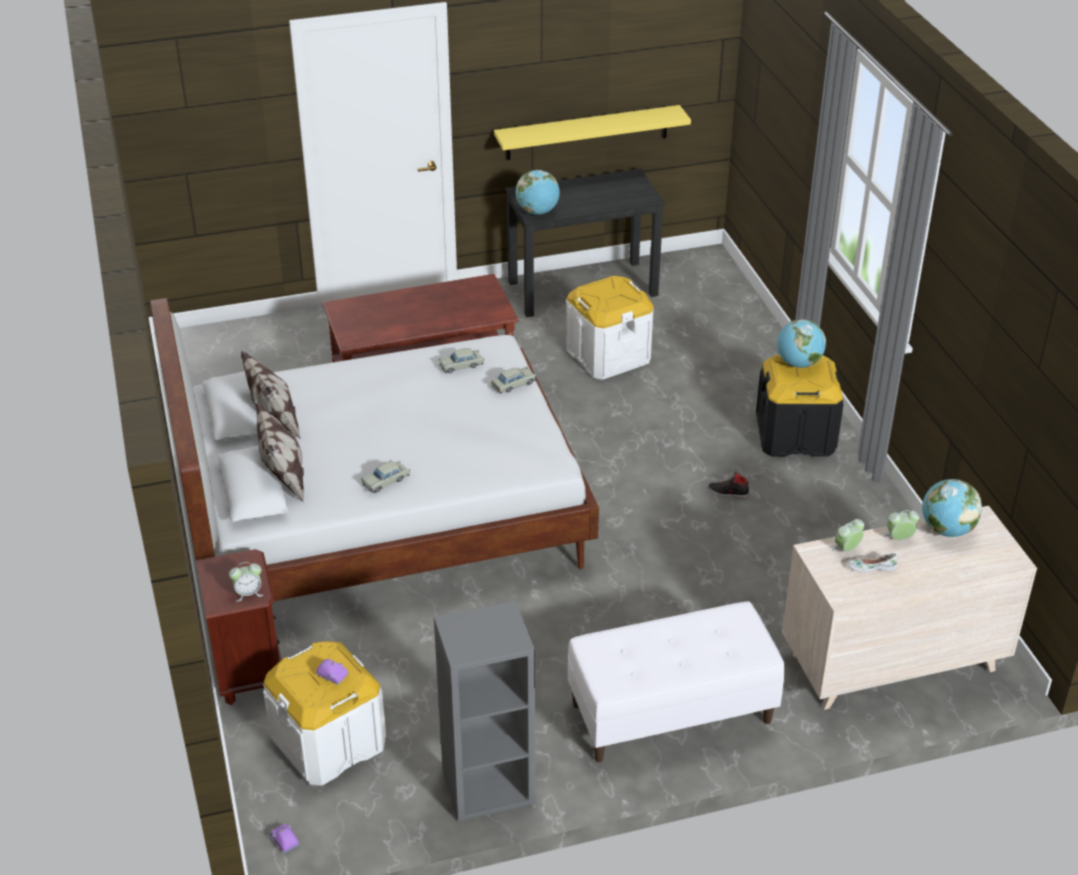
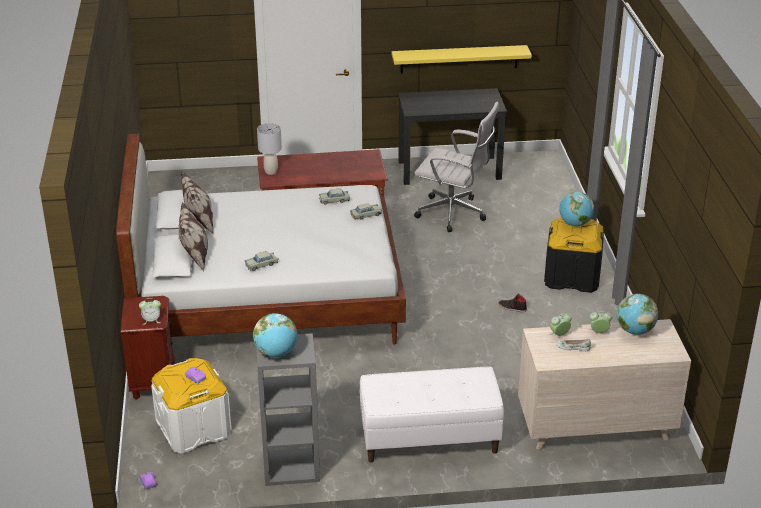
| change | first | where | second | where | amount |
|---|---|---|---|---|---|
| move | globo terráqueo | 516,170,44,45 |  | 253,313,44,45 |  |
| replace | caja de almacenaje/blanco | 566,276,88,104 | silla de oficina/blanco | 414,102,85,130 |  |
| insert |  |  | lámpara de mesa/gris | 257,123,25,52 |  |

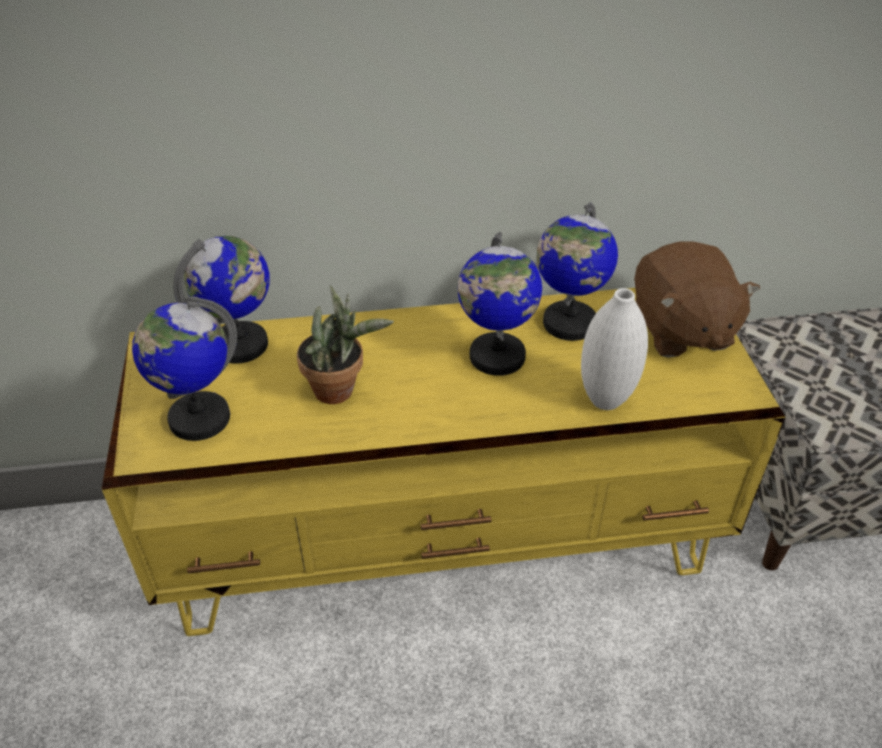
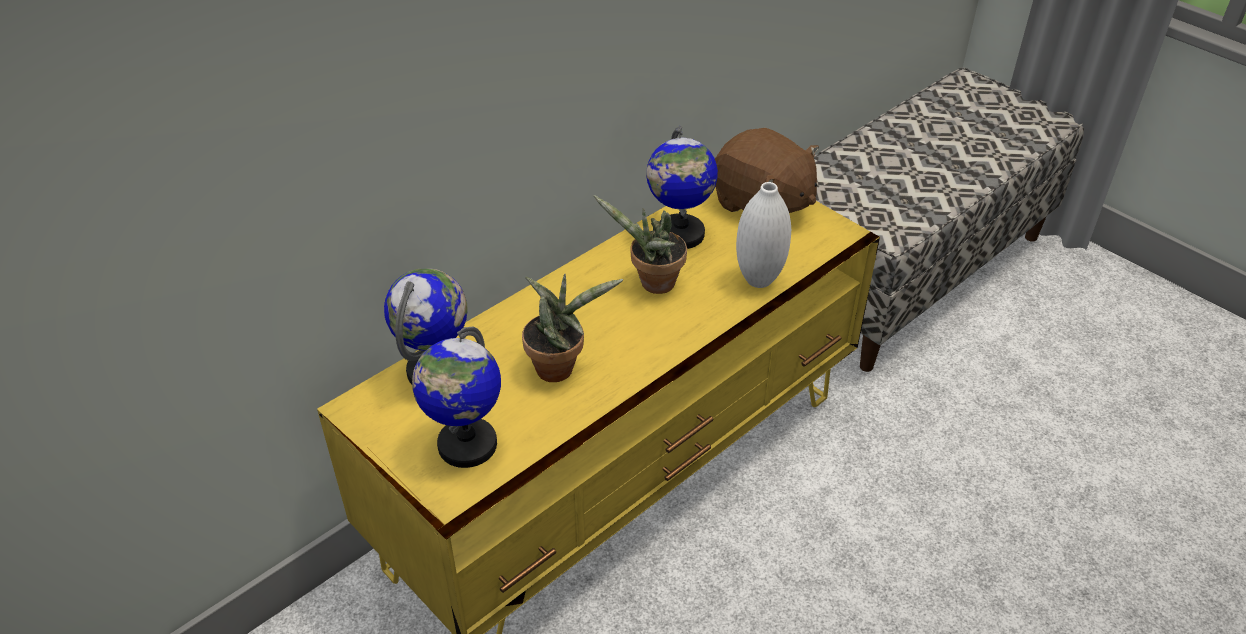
| change | first | where | second | where | amount |
|---|---|---|---|---|---|
| replace | globo terráqueo | 458,232,84,144 | planta en maceta | 593,195,94,99 |  |

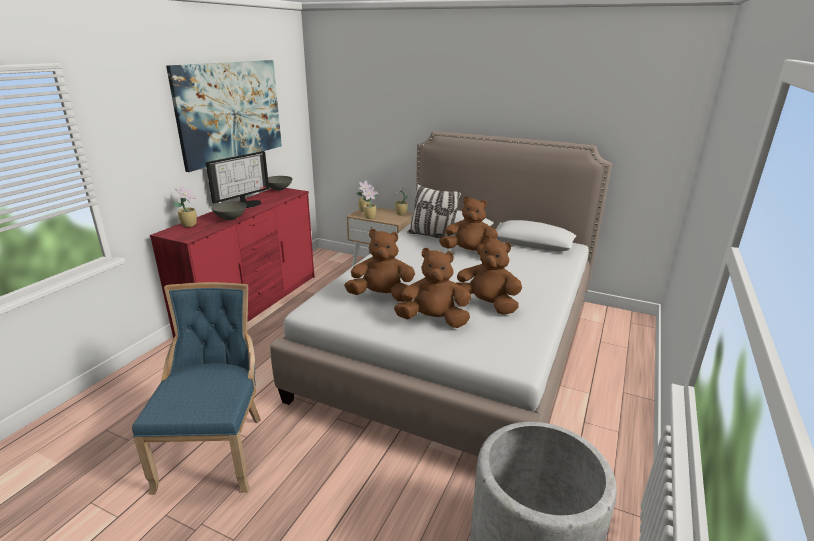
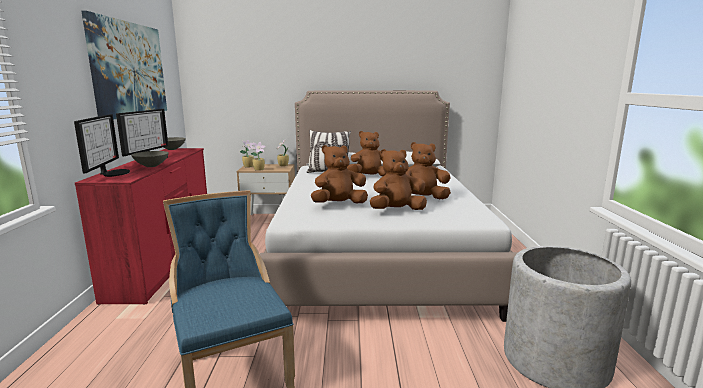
| change | first | where | second | where | amount |
|---|---|---|---|---|---|
| replace | planta en maceta | 173,185,24,42 | monitor | 74,114,56,63 |  |

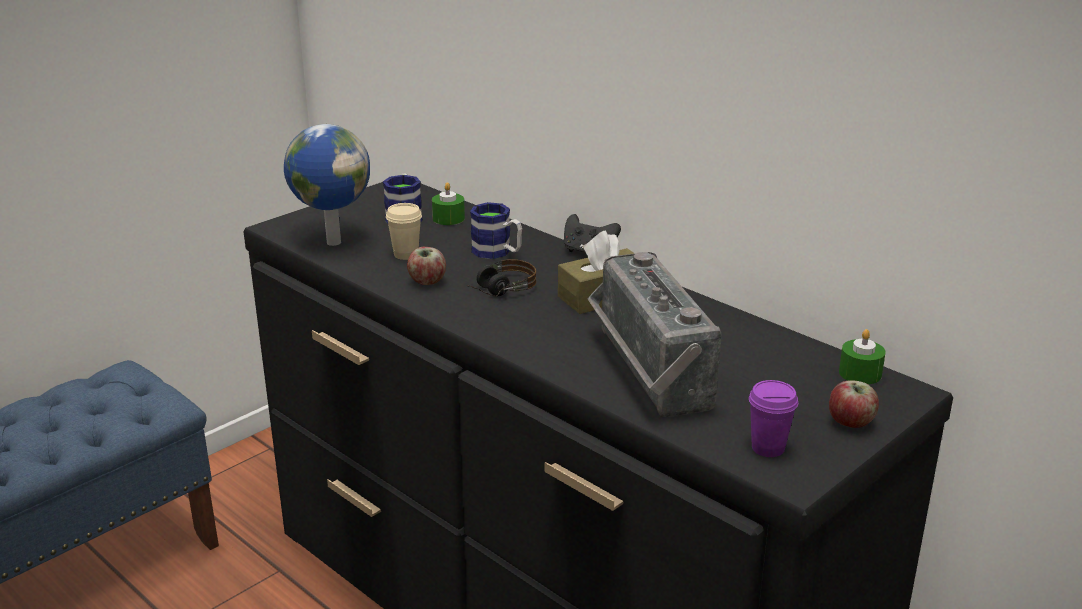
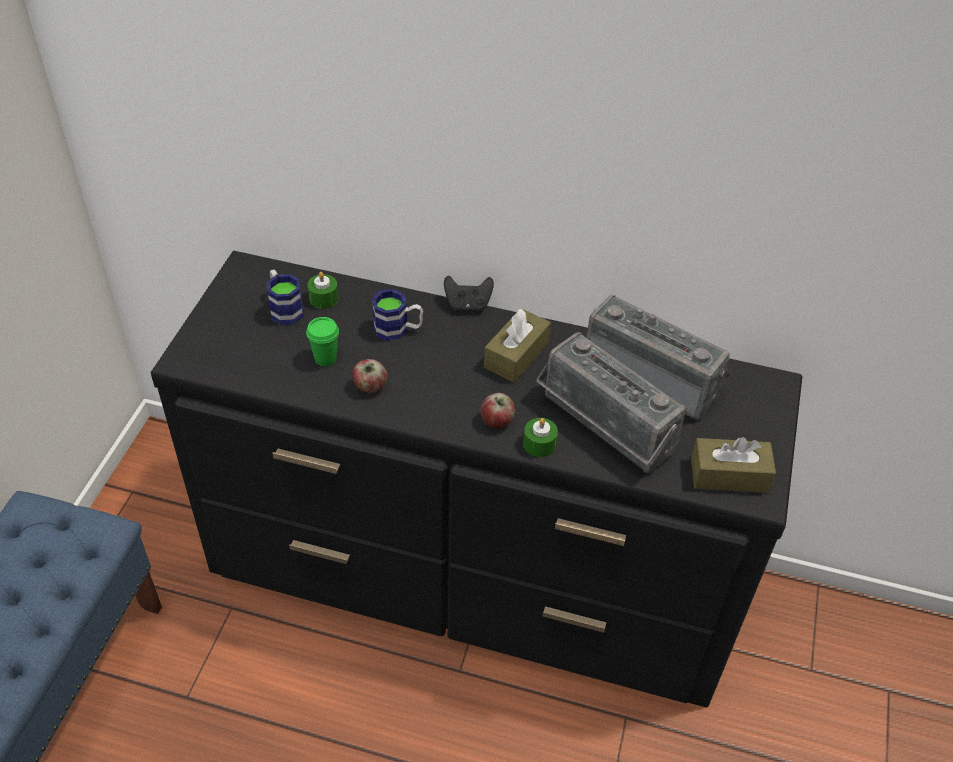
| change | first | where | second | where | amount |
|---|---|---|---|---|---|
| delete | globo terráqueo | 284,124,86,122 |  |  |  |
| recolor | taza/beis | 386,203,36,57 | taza/verde | 306,317,33,49 |  |
| delete | auriculares | 466,259,70,38 |  |  |  |
| move | vela/verde | 839,329,47,55 |  | 523,418,35,39 |  |
| replace | taza/morado | 749,380,49,77 | caja de pañuelos/marrón | 691,437,85,56 |  |
| move | manzana | 829,380,50,48 |  | 481,393,34,35 |  |
| insert |  |  | radio | 586,295,146,125 |  |

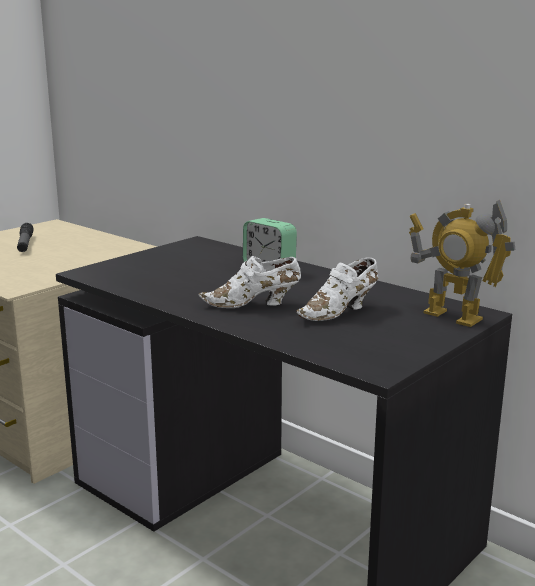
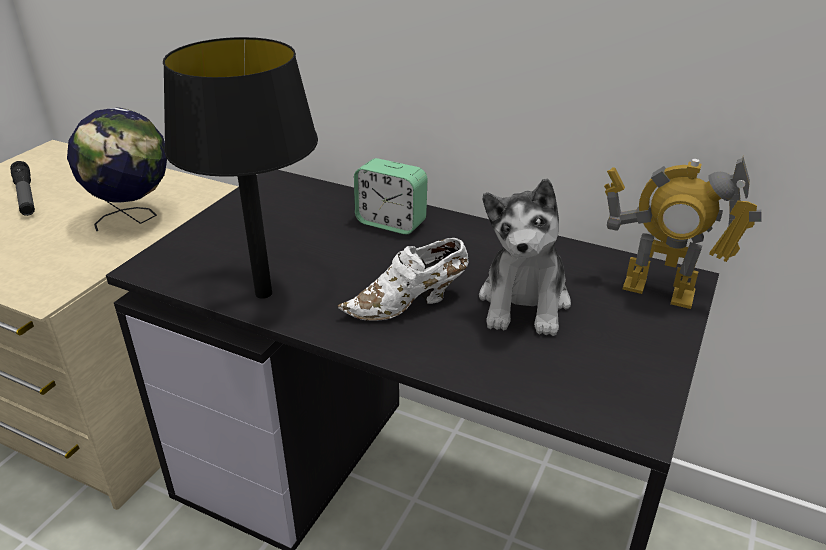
| change | first | where | second | where | amount |
|---|---|---|---|---|---|
| replace | zapato/blanco | 296,257,82,64 | peluche | 479,178,92,158 |  |
| insert |  |  | lámpara de mesa/negro | 163,37,155,262 |  |
| insert |  |  | globo terráqueo | 67,107,100,125 |  |

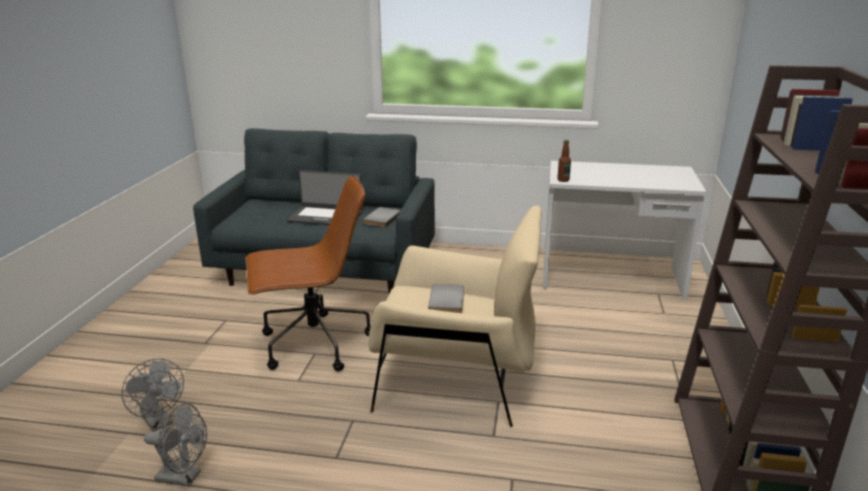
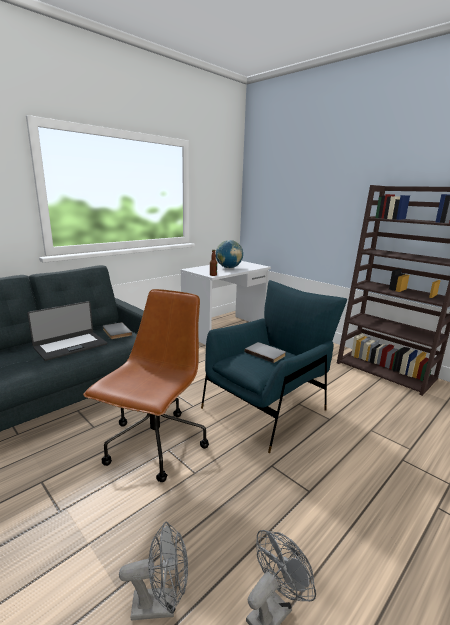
| change | first | where | second | where | amount |
|---|---|---|---|---|---|
| recolor | sillón/beis | 368,205,174,222 | sillón/azul | 201,280,146,173 |  |
| insert |  |  | globo terráqueo | 216,240,27,28 |  |

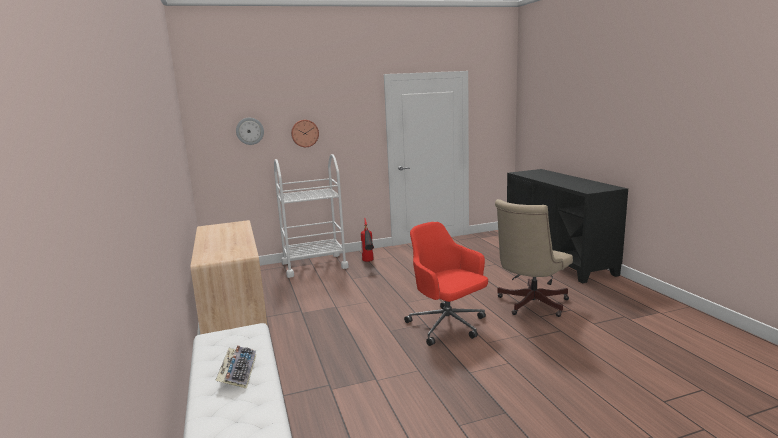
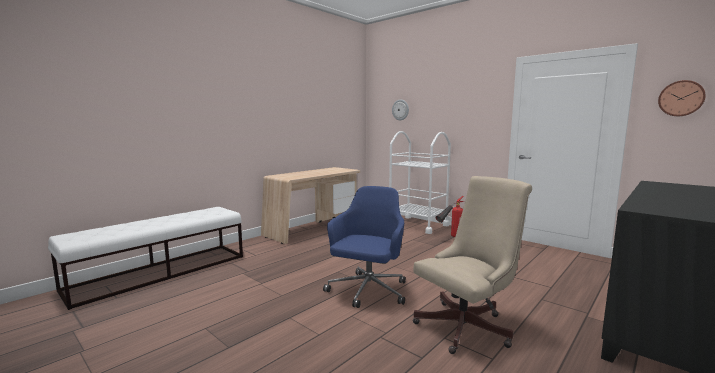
| change | first | where | second | where | amount |
|---|---|---|---|---|---|
| move | reloj de pared | 291,120,28,27 |  | 658,80,48,36 |  |
| rotate | silla de oficina/beis | 495,199,78,118 |  | 413,176,119,178 | 135 degrees clockwise |
| recolor | silla de oficina/rojo | 404,222,84,124 | silla de oficina/azul | 323,186,83,122 |  |
| delete | teclado | 215,345,41,44 |  |  |  |

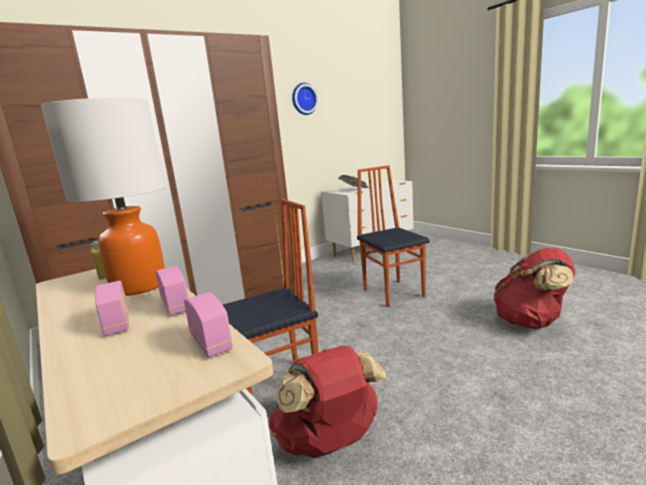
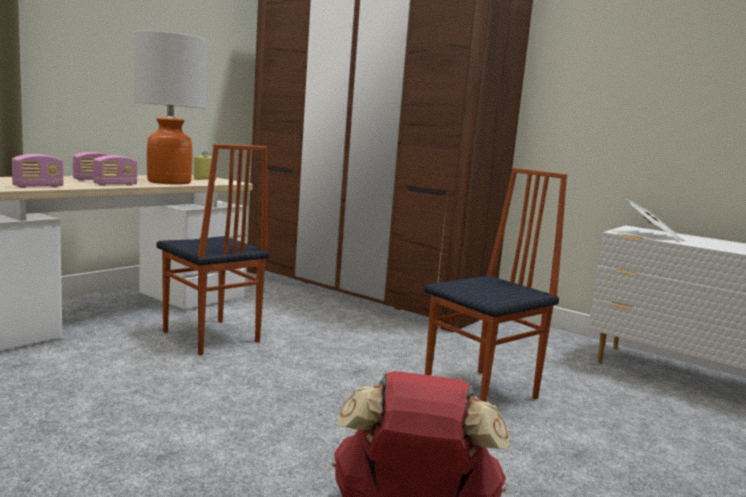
| change | first | where | second | where | amount |
|---|---|---|---|---|---|
| delete | reloj de pared | 292,83,26,32 |  |  |  |
| delete | mochila/rojo | 269,345,118,113 |  |  |  |

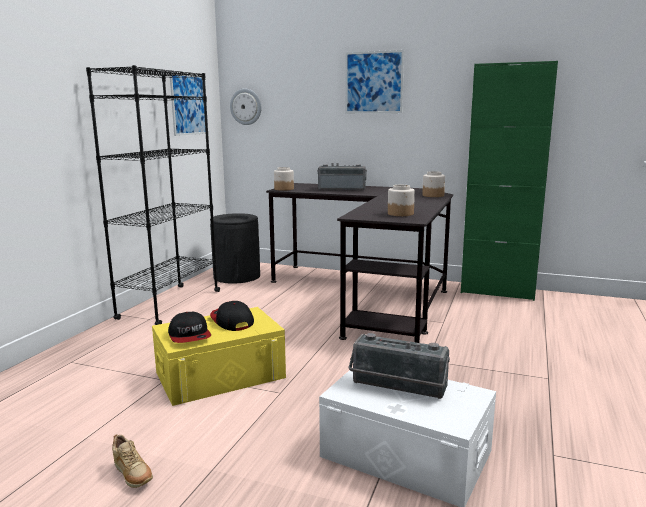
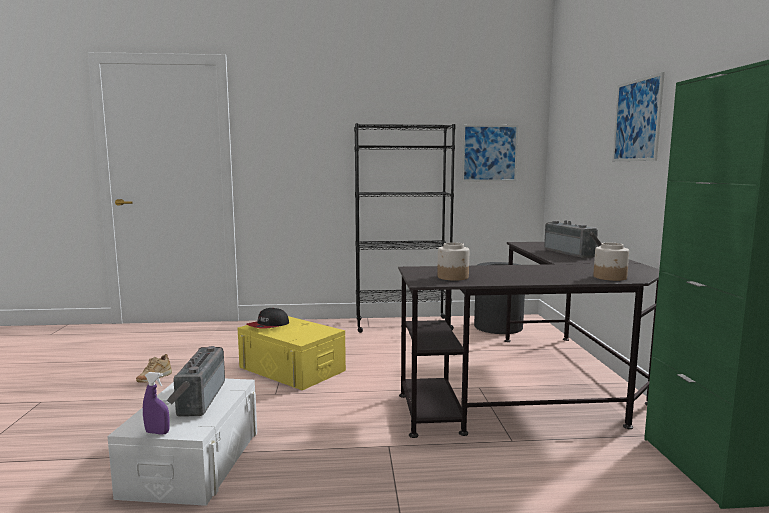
| change | first | where | second | where | amount |
|---|---|---|---|---|---|
| delete | reloj de pared | 230,88,32,37 |  |  |  |
| delete | tarro | 274,167,20,24 |  |  |  |
| delete | gorra | 210,301,44,30 |  |  |  |
| insert |  |  | pulverizador/morado | 143,372,27,63 |  |

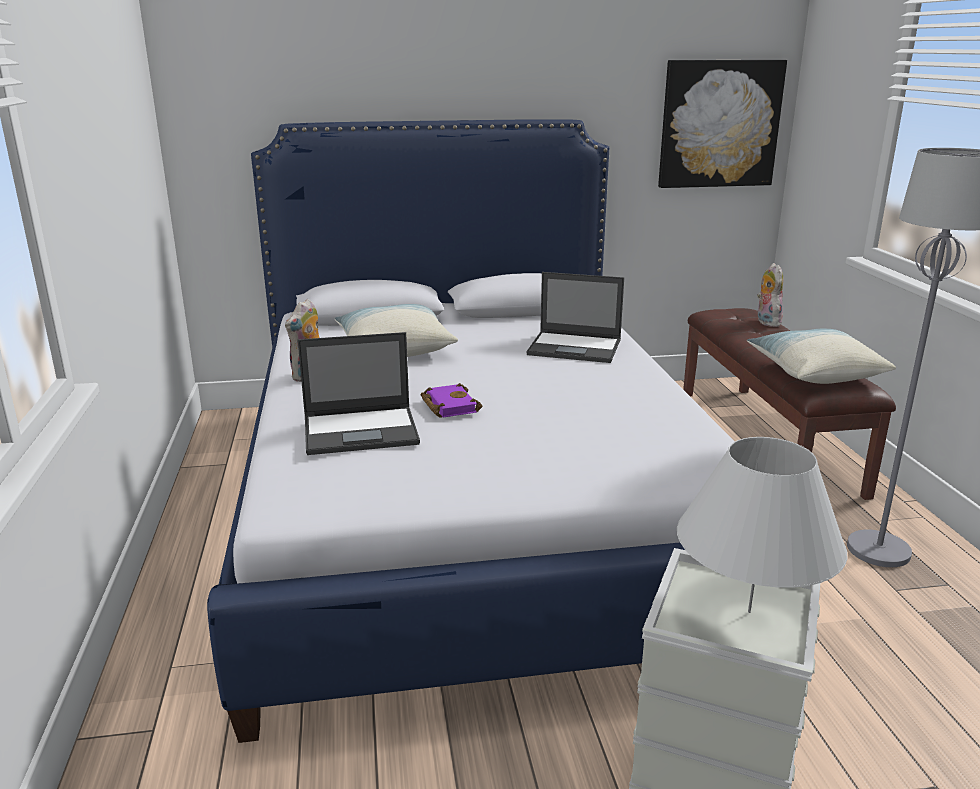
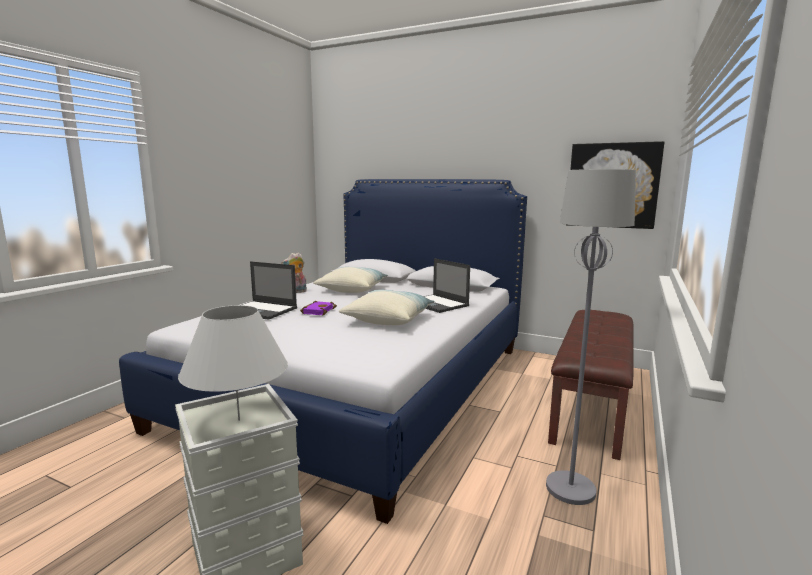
| change | first | where | second | where | amount |
|---|---|---|---|---|---|
| delete | peluche | 757,263,26,64 |  |  |  |
| move | cojín | 747,329,149,55 |  | 339,290,96,35 |  |

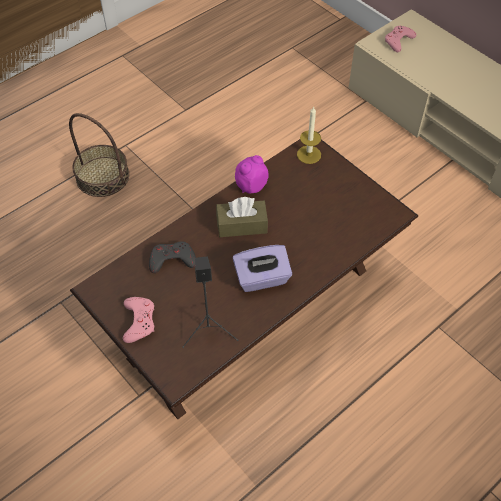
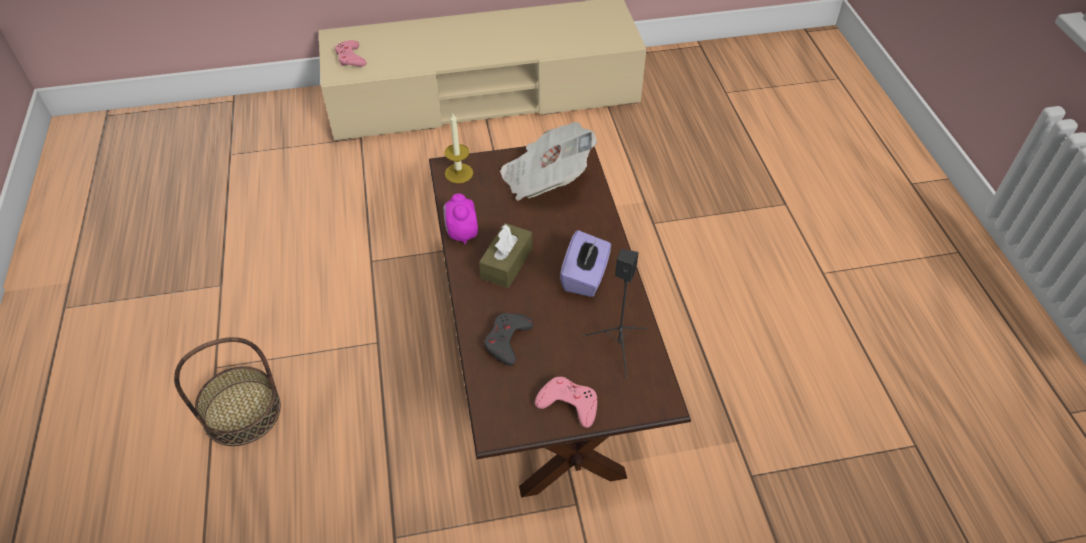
| change | first | where | second | where | amount |
|---|---|---|---|---|---|
| insert |  |  | periódico | 500,122,97,79 |  |

